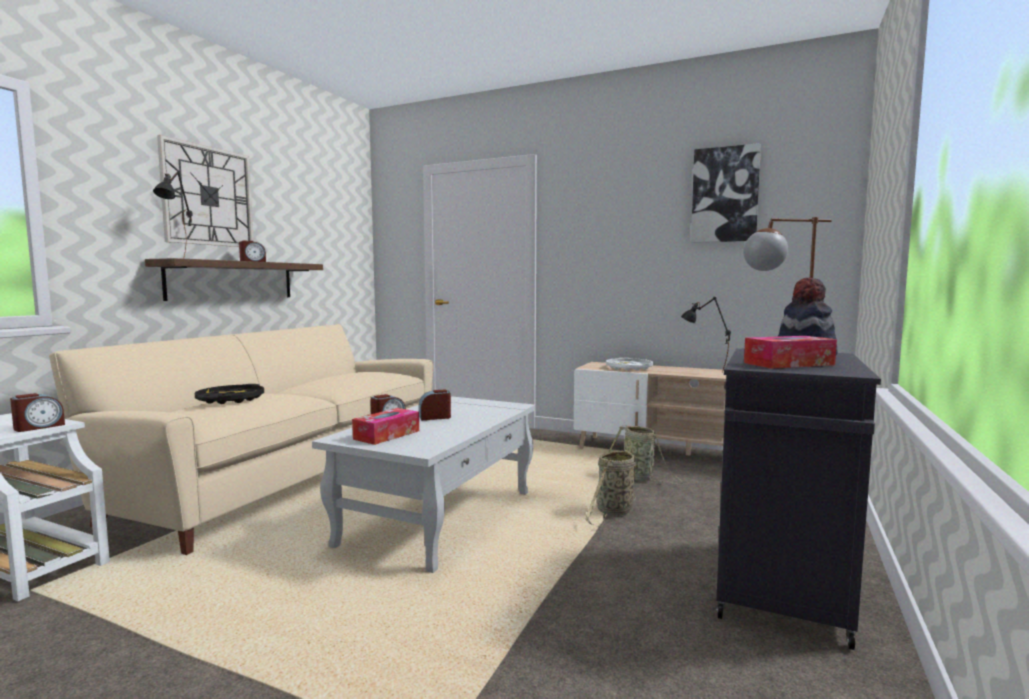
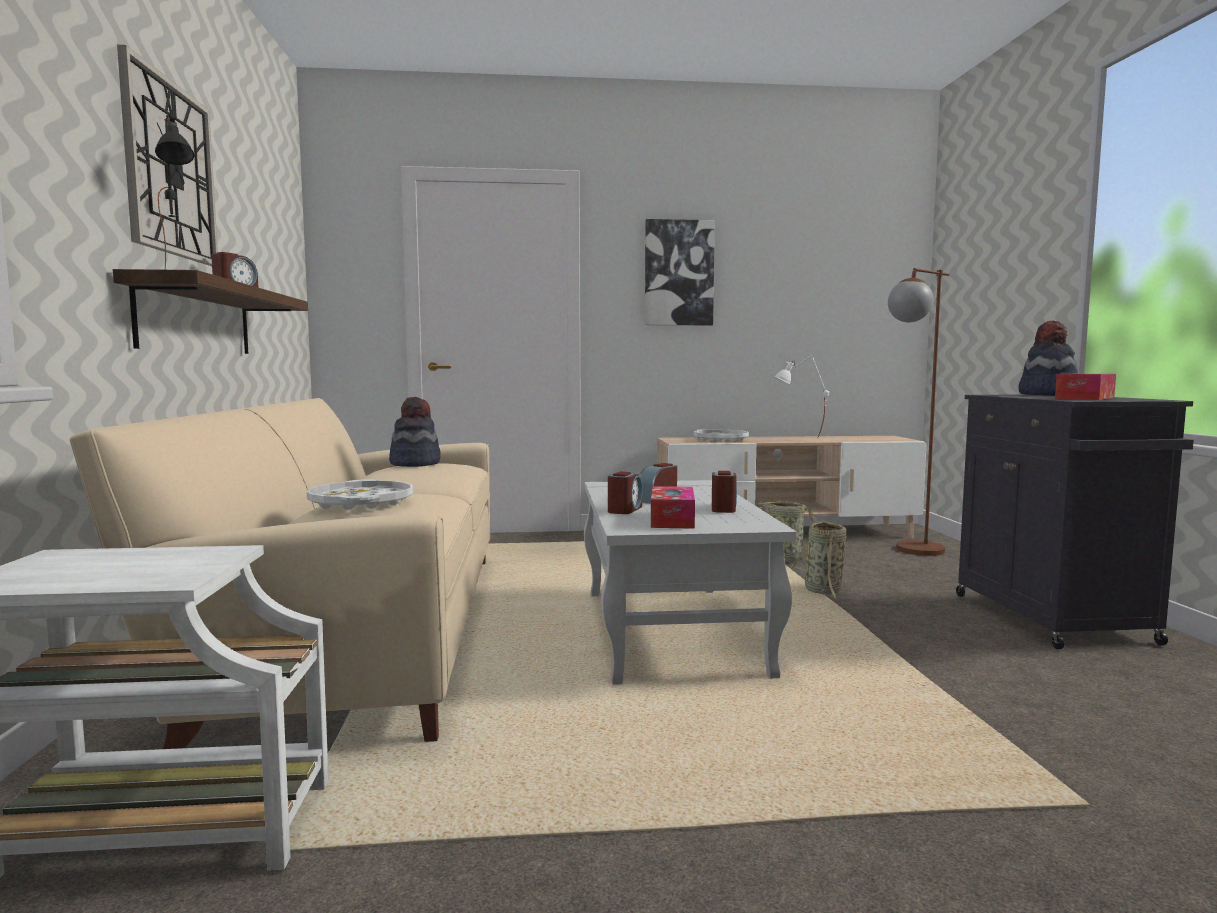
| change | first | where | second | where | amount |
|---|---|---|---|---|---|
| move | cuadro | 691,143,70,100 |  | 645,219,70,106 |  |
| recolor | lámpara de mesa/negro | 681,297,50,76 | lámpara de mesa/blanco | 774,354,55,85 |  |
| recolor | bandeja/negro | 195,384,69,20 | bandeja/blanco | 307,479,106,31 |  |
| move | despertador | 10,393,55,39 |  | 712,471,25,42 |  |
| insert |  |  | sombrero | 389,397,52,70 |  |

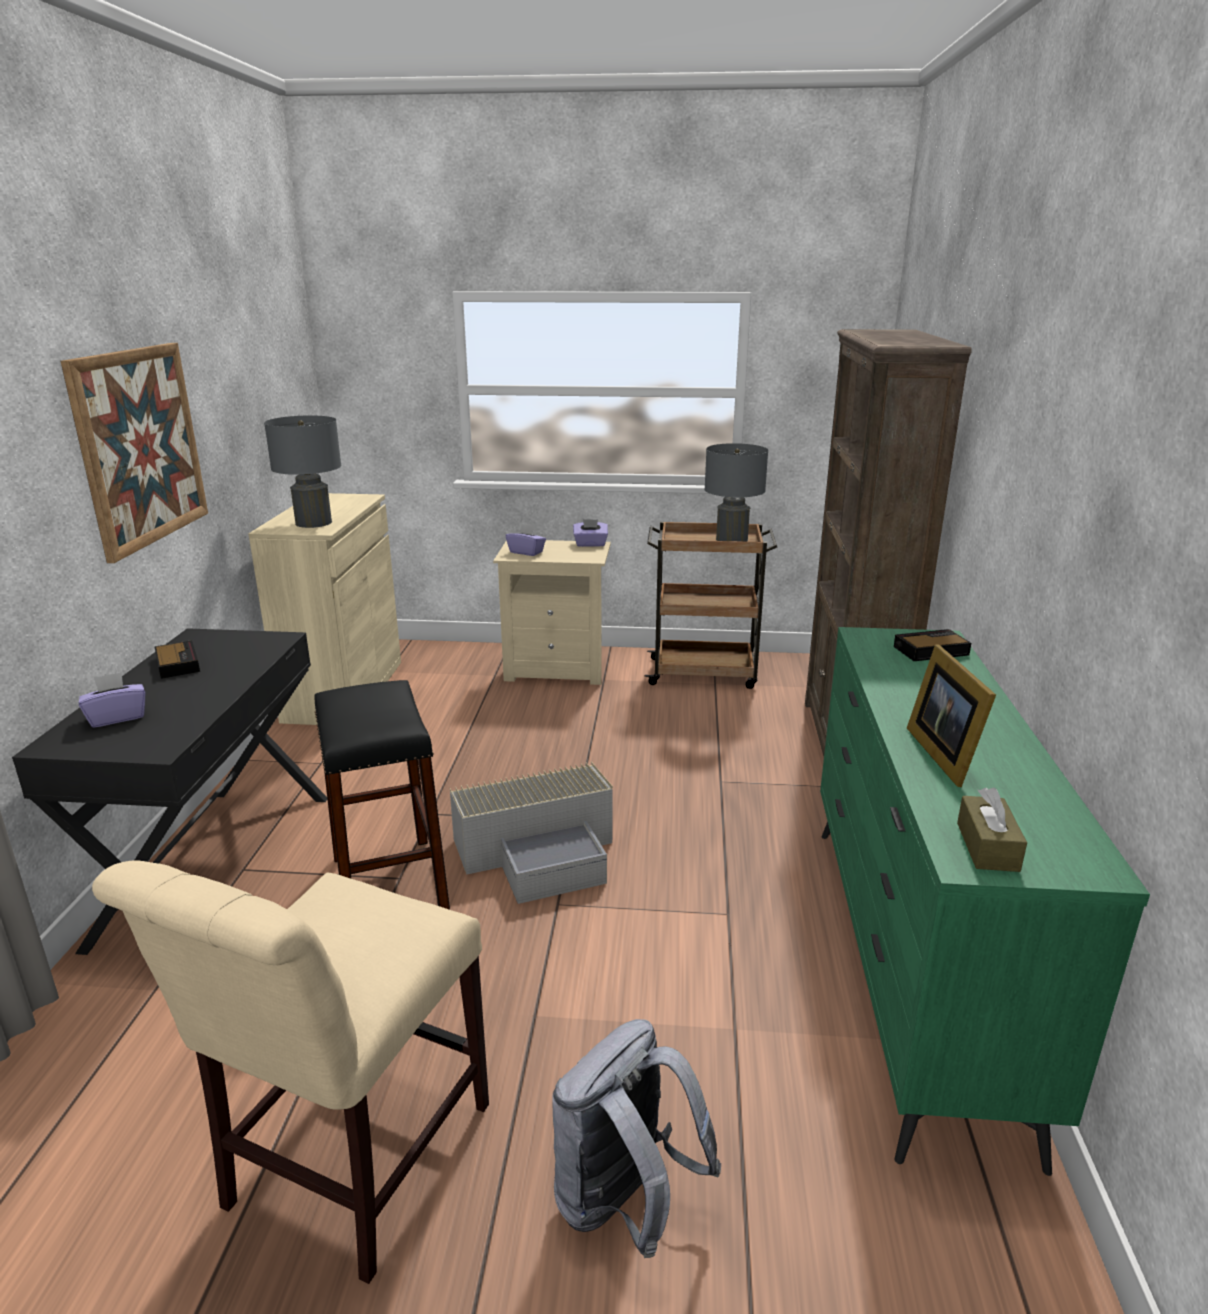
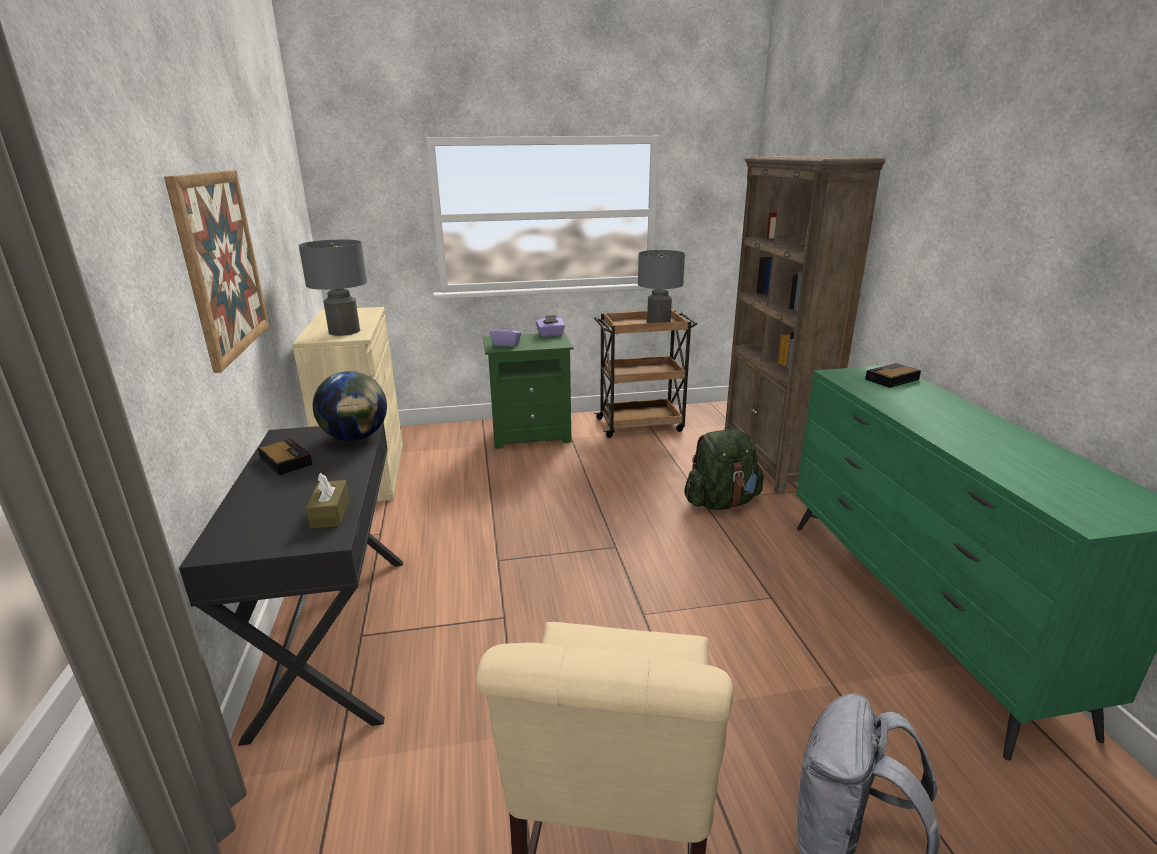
| change | first | where | second | where | amount |
|---|---|---|---|---|---|
| recolor | mesita de noche/beis | 493,540,118,145 | mesita de noche/verde | 483,332,91,117 |  |
| delete | portarretratos | 907,644,89,143 |  |  |  |
| delete | caja de pañuelos/morado | 79,672,67,56 |  |  |  |
| delete | taburete/negro | 315,680,135,230 |  |  |  |
| delete | caja de almacenaje/gris | 450,761,163,143 |  |  |  |
| move | caja de pañuelos/marrón | 957,788,70,84 |  | 306,473,44,55 |  |
| insert |  |  | globo terráqueo | 313,371,74,70 |  |
| insert |  |  | mochila/verde | 684,429,80,81 |  |

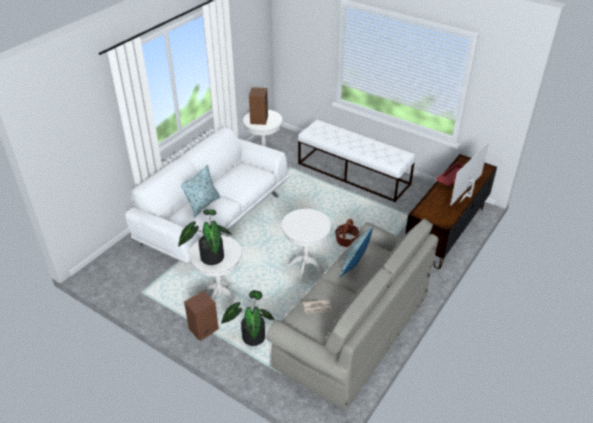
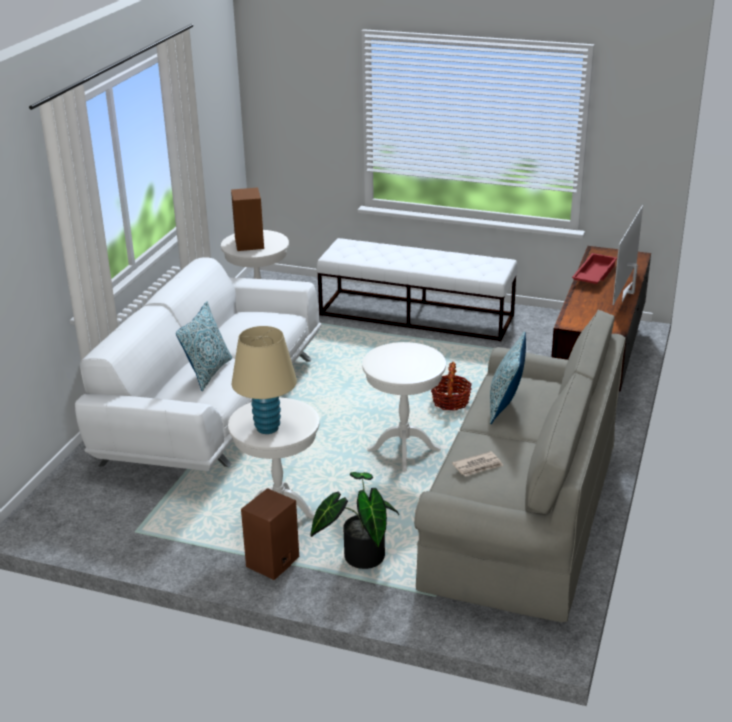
| change | first | where | second | where | amount |
|---|---|---|---|---|---|
| replace | planta en maceta | 178,209,54,56 | lámpara de mesa/beis | 232,326,65,108 |  |

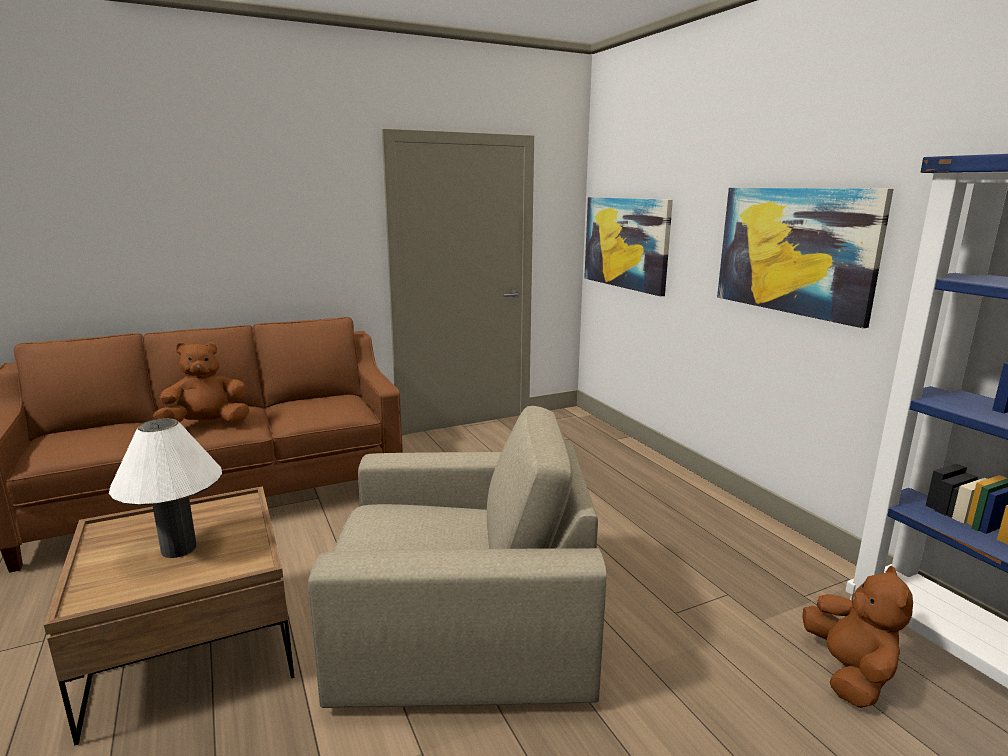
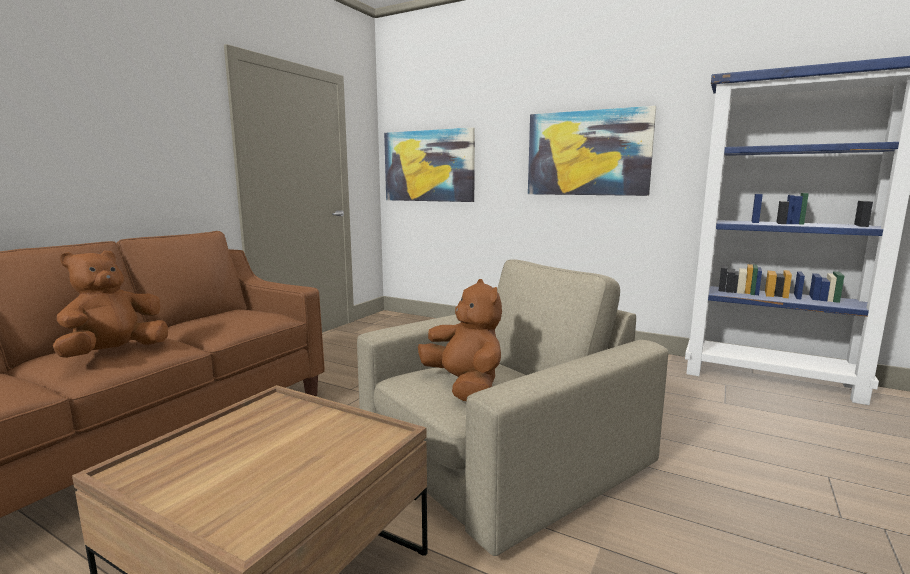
| change | first | where | second | where | amount |
|---|---|---|---|---|---|
| delete | lámpara de mesa/blanco | 109,418,113,140 |  |  |  |
| move | peluche/marrón | 802,566,111,142 |  | 418,279,84,122 |  |

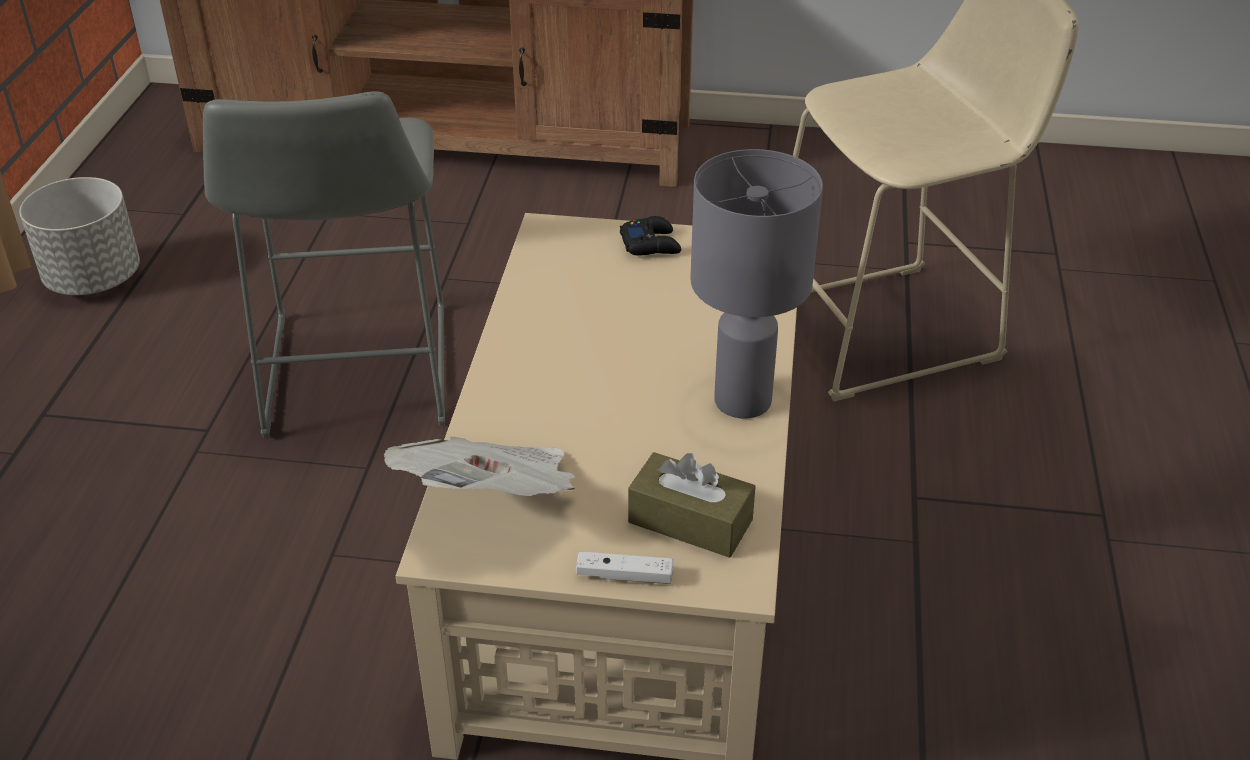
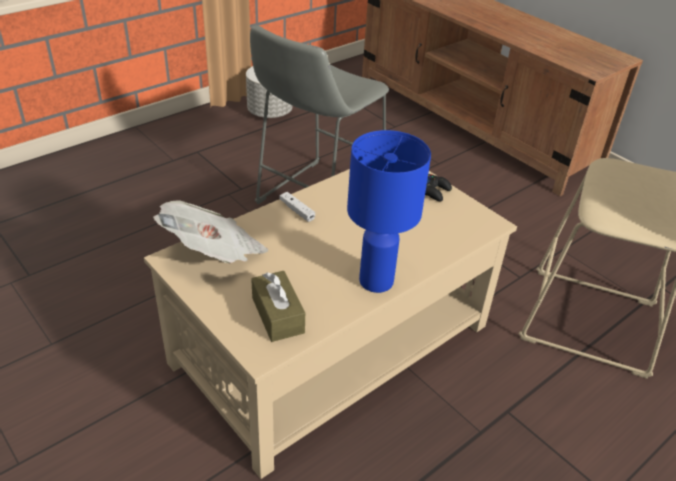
| change | first | where | second | where | amount |
|---|---|---|---|---|---|
| recolor | lámpara de mesa/gris | 691,149,132,270 | lámpara de mesa/azul | 347,130,84,163 |  |
| move | mando de consola/blanco | 576,551,97,33 |  | 279,192,36,30 |  |

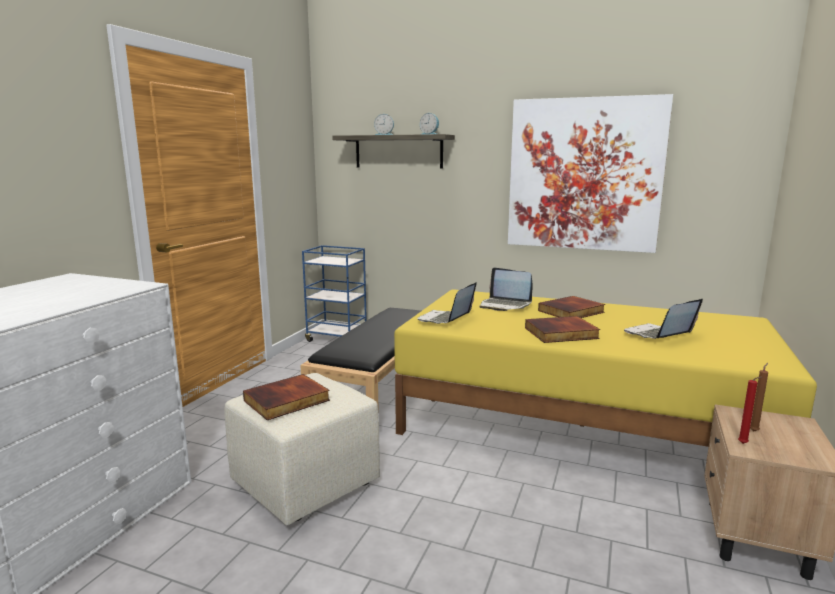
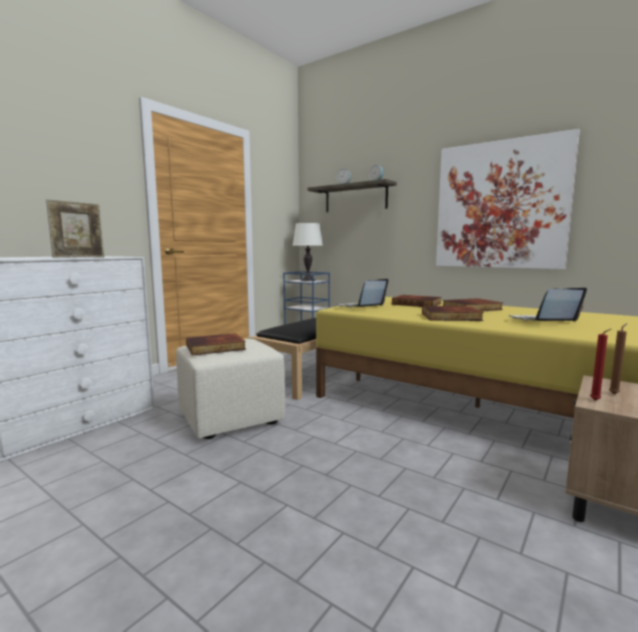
| change | first | where | second | where | amount |
|---|---|---|---|---|---|
| replace | portátil | 480,267,53,44 | libro | 392,295,50,12 |  |
| insert |  |  | portarretratos | 46,199,58,59 |  |
| insert |  |  | lámpara de mesa/blanco | 292,223,31,58 |  |

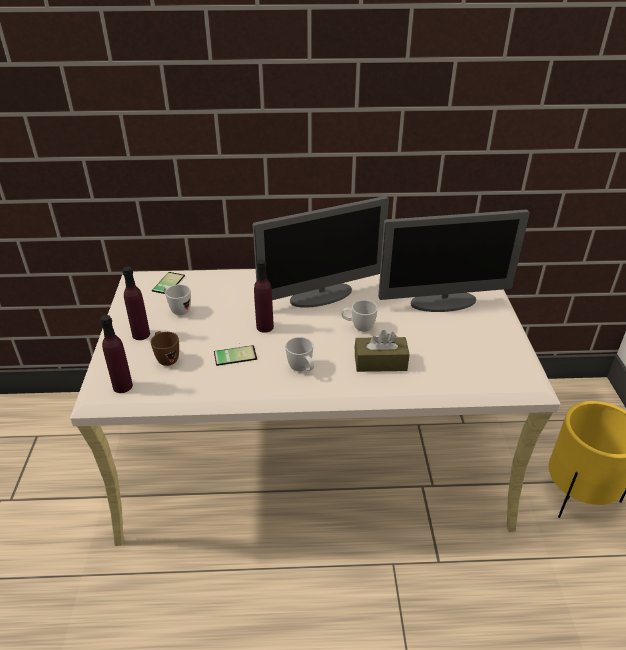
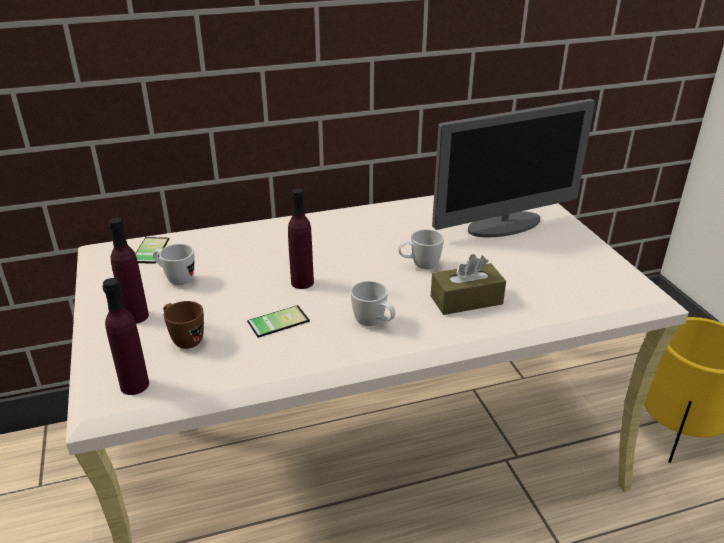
| change | first | where | second | where | amount |
|---|---|---|---|---|---|
| delete | monitor | 253,196,136,112 |  |  |  |

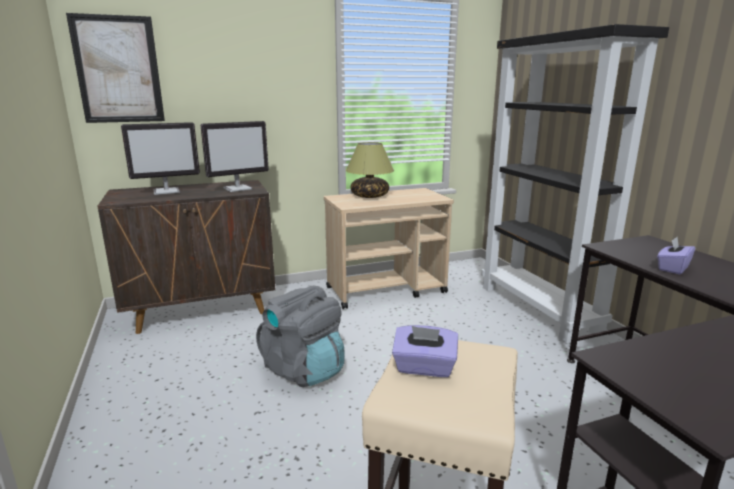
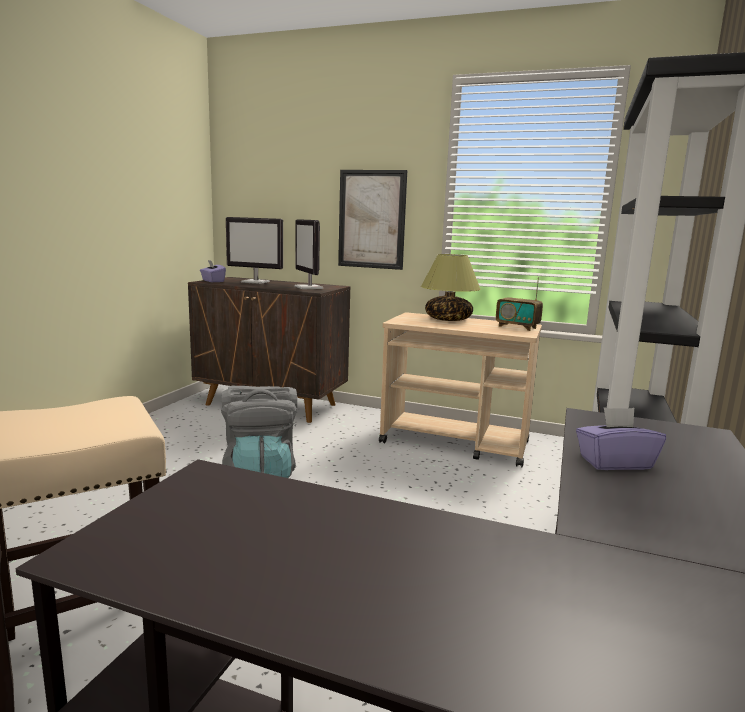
| change | first | where | second | where | amount |
|---|---|---|---|---|---|
| move | cuadro | 66,13,99,110 |  | 338,170,69,100 |  |
| rotate | monitor | 200,121,69,71 |  | 295,219,28,70 | 60 degrees clockwise |
| move | caja de pañuelos/morado | 392,325,66,52 |  | 200,260,26,22 |  |
| insert |  |  | radio | 496,277,47,54 |  |

